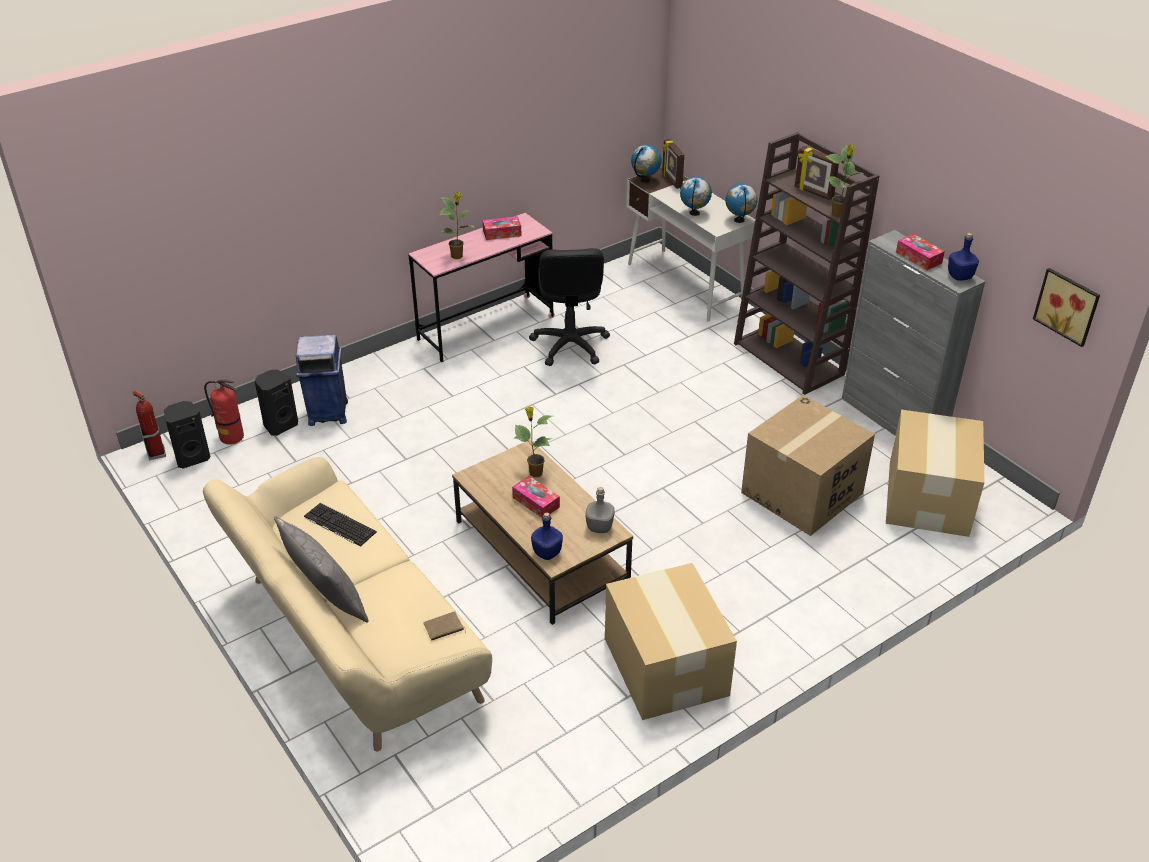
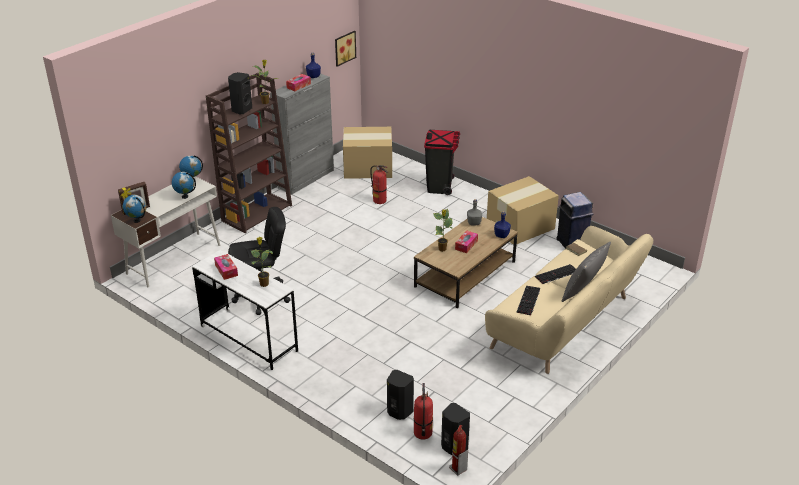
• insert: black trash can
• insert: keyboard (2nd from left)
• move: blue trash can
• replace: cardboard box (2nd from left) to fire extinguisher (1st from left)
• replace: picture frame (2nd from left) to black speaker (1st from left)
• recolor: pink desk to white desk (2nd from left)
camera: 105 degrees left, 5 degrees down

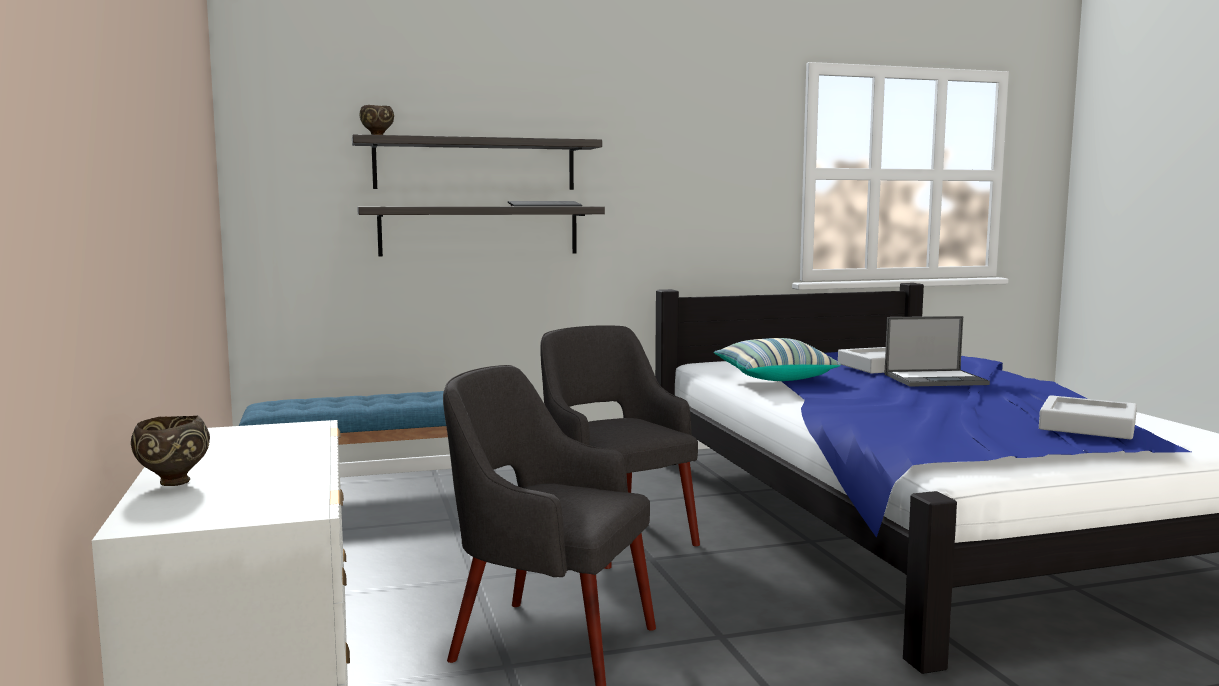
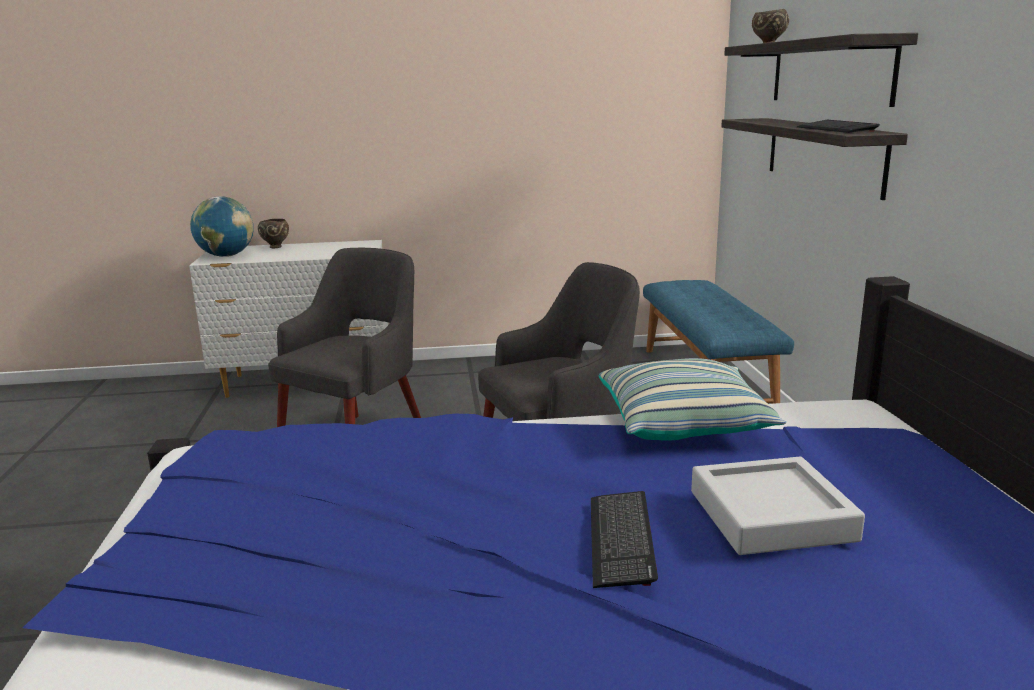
• delete: grey tray (2nd from left)
• insert: globe
• replace: laptop to keyboard (1st from left)
camera: 100 degrees right, 10 degrees up

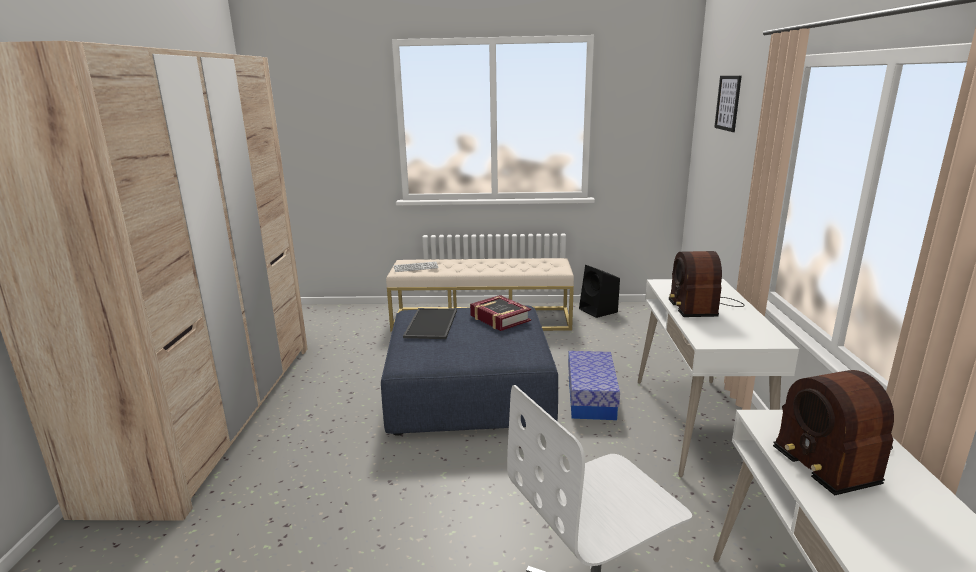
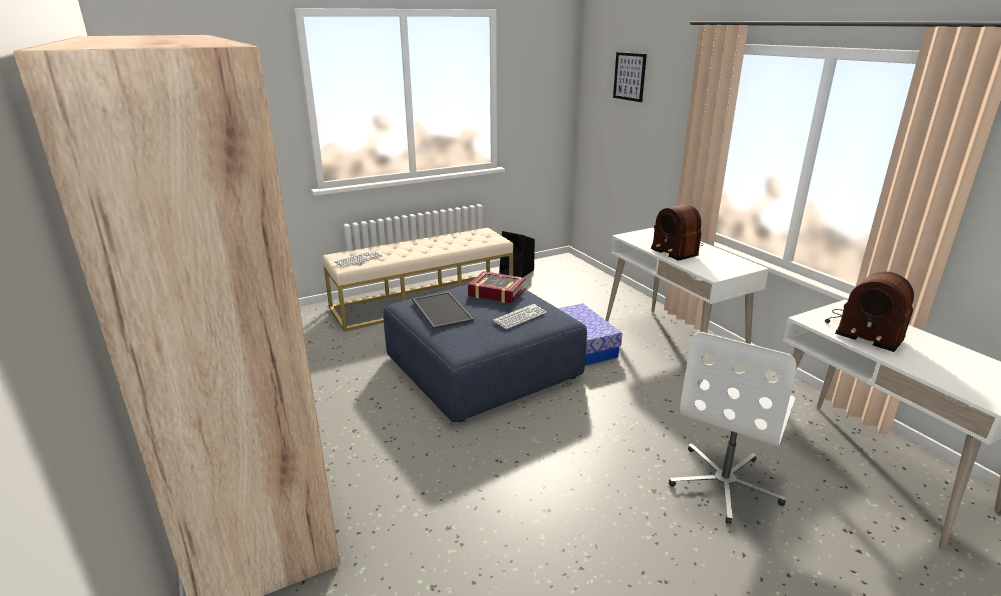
• insert: keyboard (2nd from left)
camera: 30 degrees left, 5 degrees up

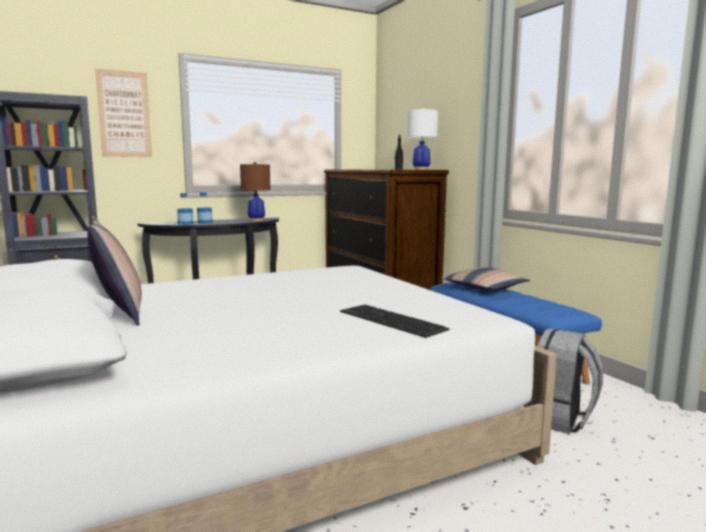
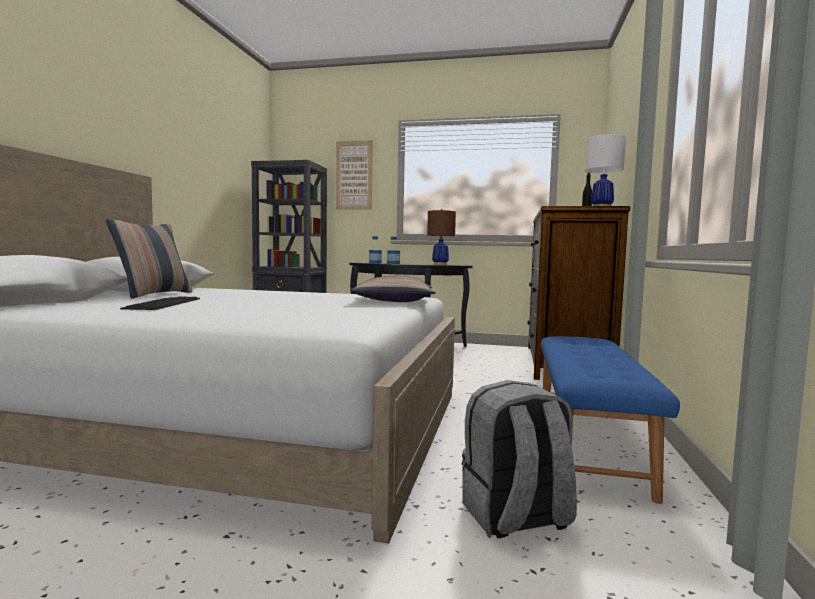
• move: keyboard
• move: pillow (2nd from left)
camera: 40 degrees right, 5 degrees down

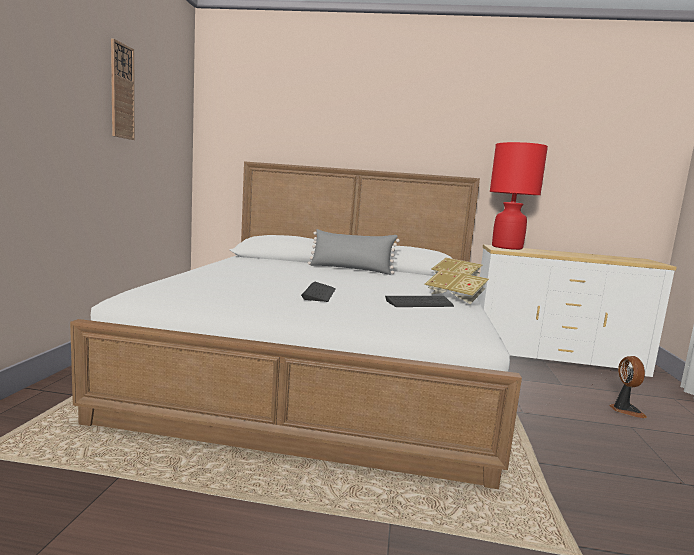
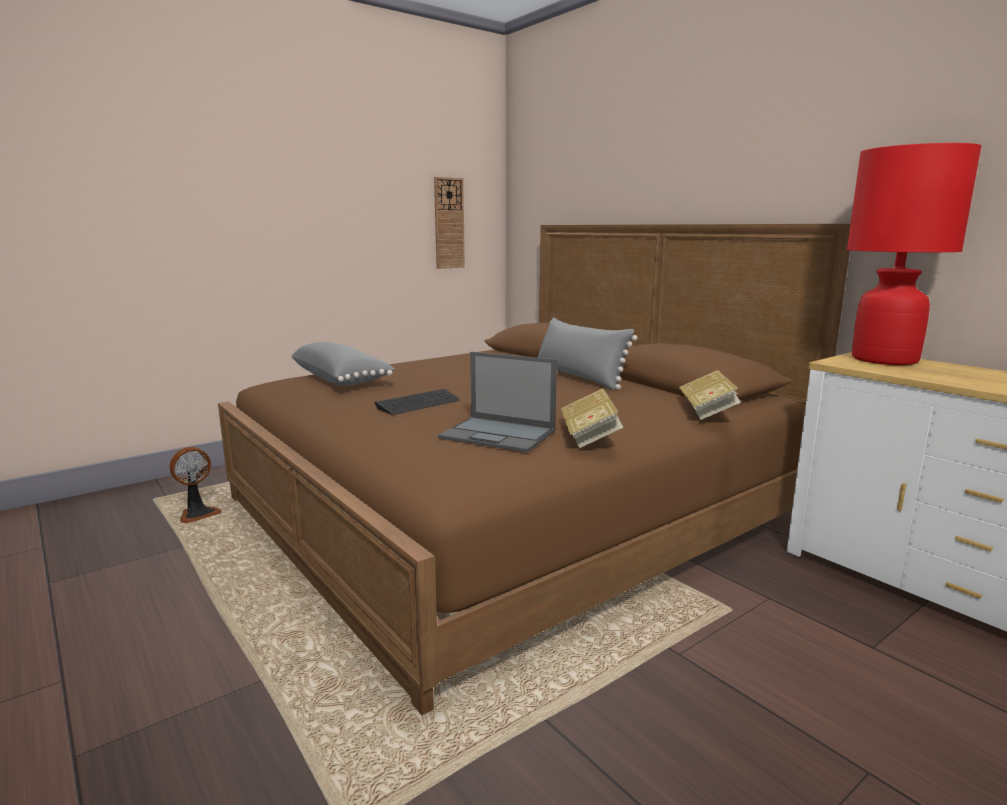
• insert: grey pillow (1st from left)
• move: wall clock
• move: fan
• replace: keyboard (2nd from left) to laptop
• recolor: white bed to brown bed
camera: 45 degrees right, 5 degrees up

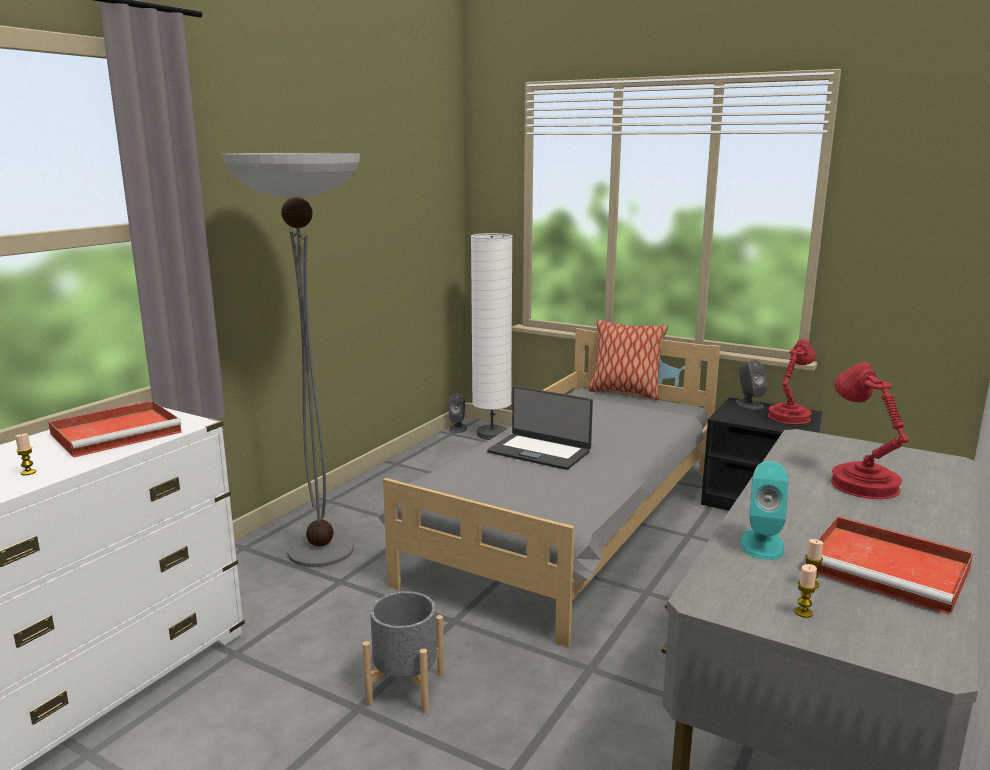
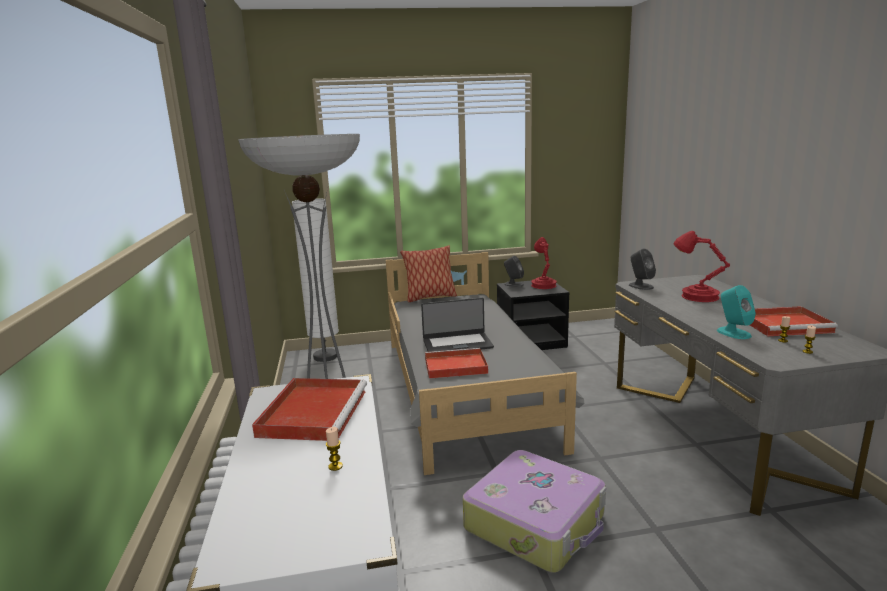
• insert: red tray (2nd from left)
• move: grey speaker (1st from left in the first image) to grey speaker (2nd from left)
• replace: grey planter to suitcase
camera: 40 degrees left, 0 degrees up

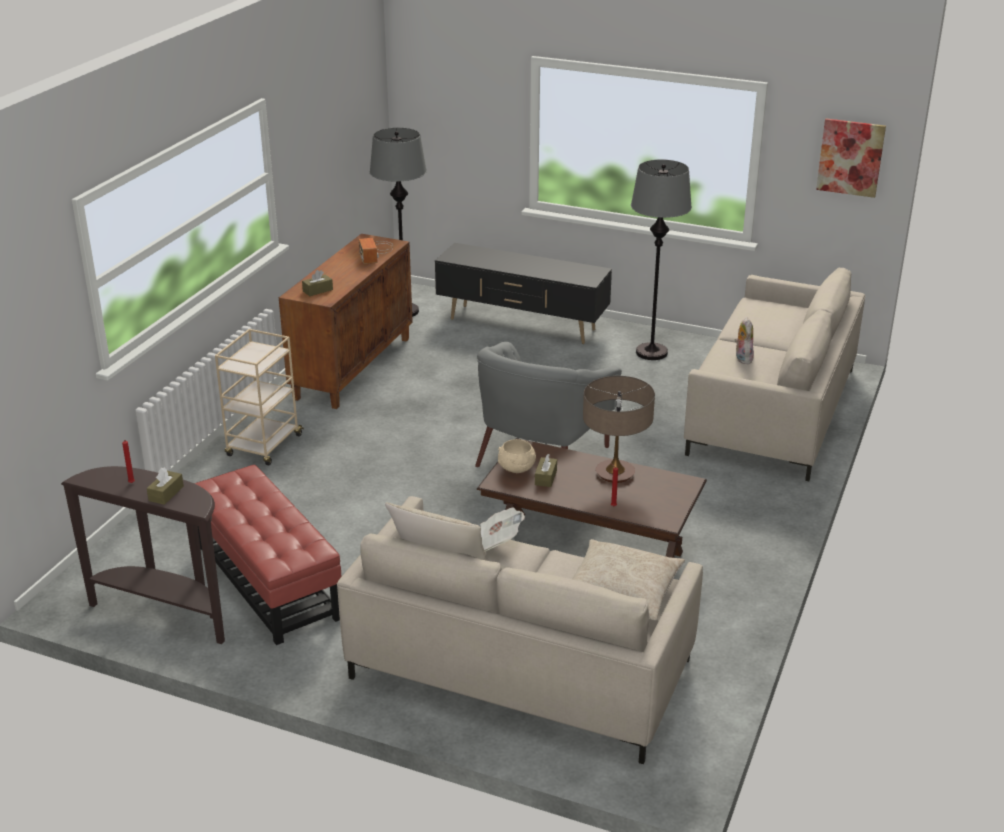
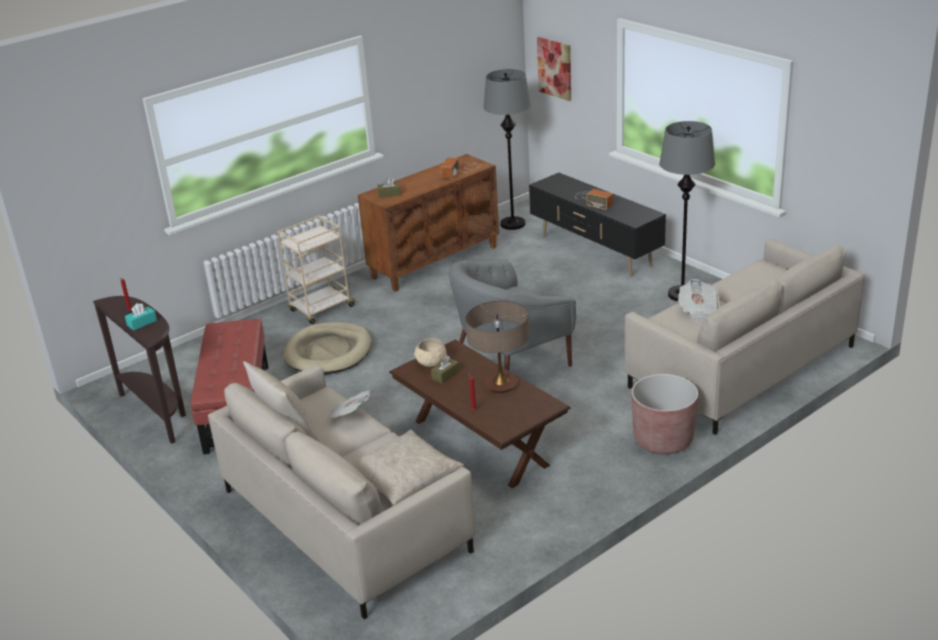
• insert: beige dog bed
• insert: radio (2nd from left)
• insert: brown planter
• move: picture
• replace: plush toy to newspaper (2nd from left)
• recolor: brown tissue box (1st from left) to turquoise tissue box
camera: 30 degrees right, 0 degrees up

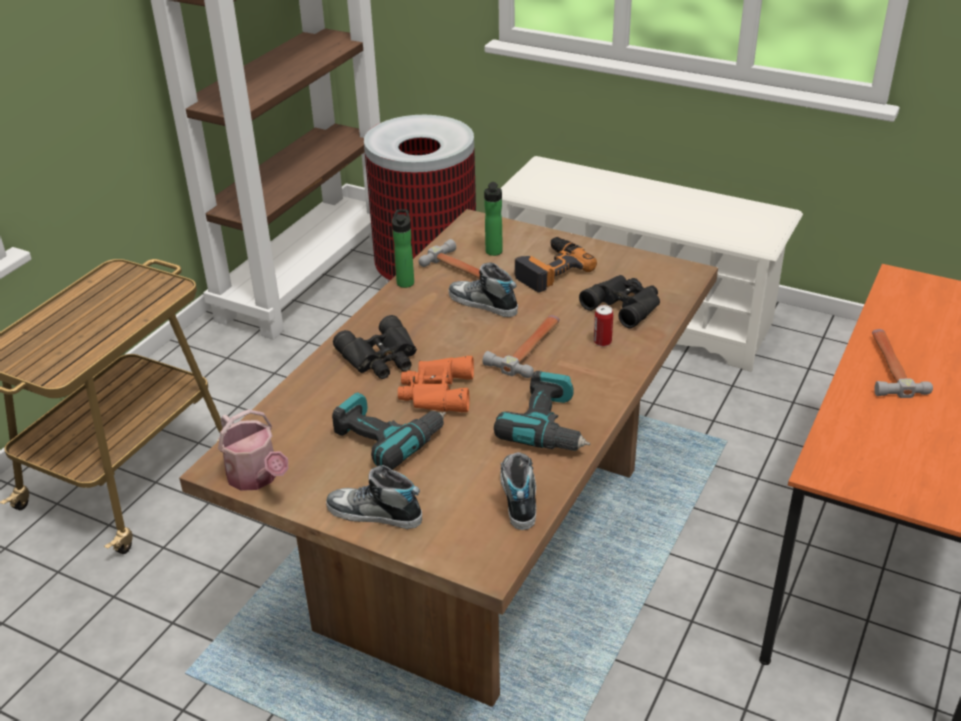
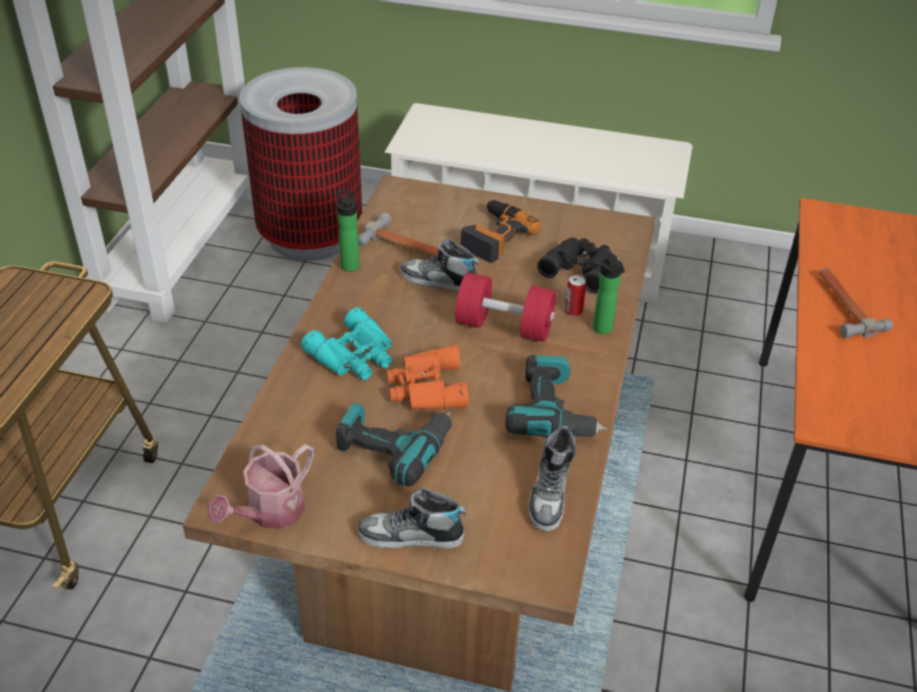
• move: bottle (2nd from left)
• replace: hammer (2nd from left) to red dumbbell
• recolor: black binoculars (1st from left) to turquoise binoculars
• rotate: watering can 90 degrees clockwise
• rotate: shoe (3rd from left) 150 degrees counterclockwise
camera: 15 degrees left, 5 degrees up

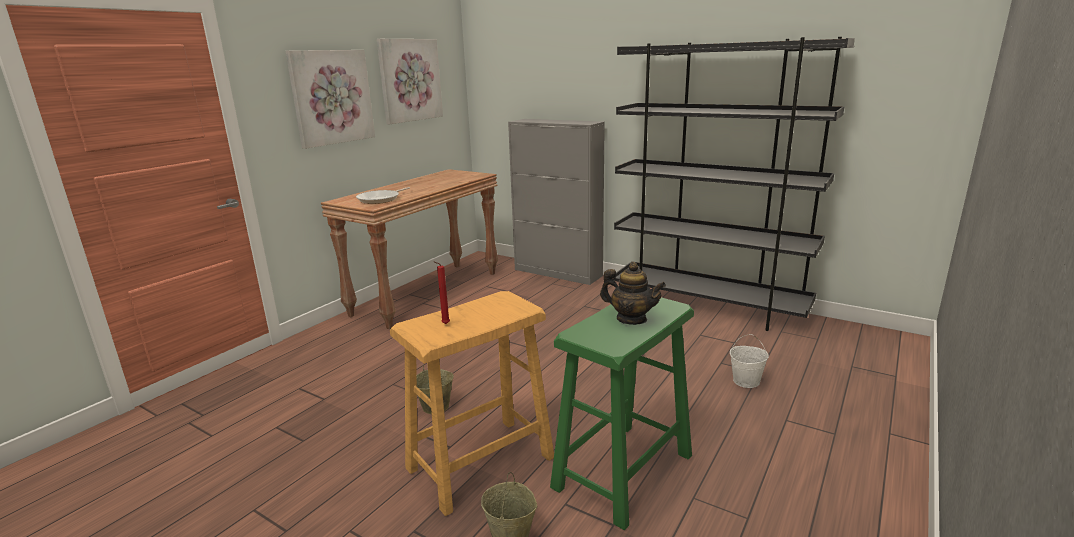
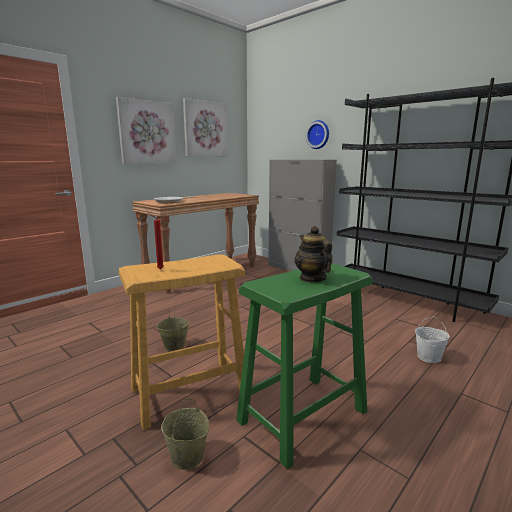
• insert: wall clock
• rotate: teapot 150 degrees counterclockwise
camera: 10 degrees right, 5 degrees down

